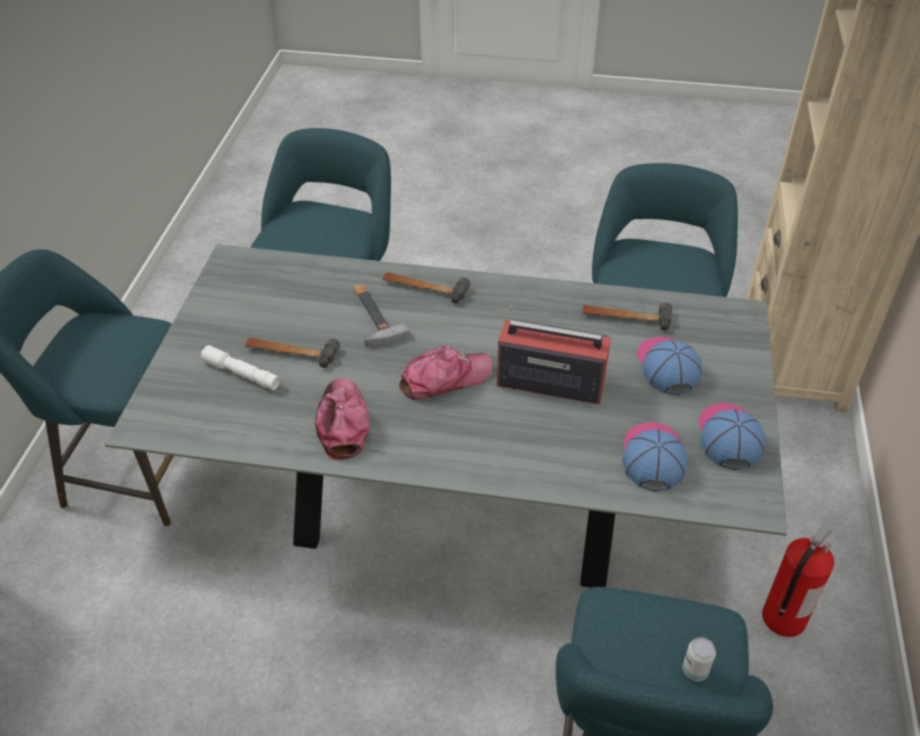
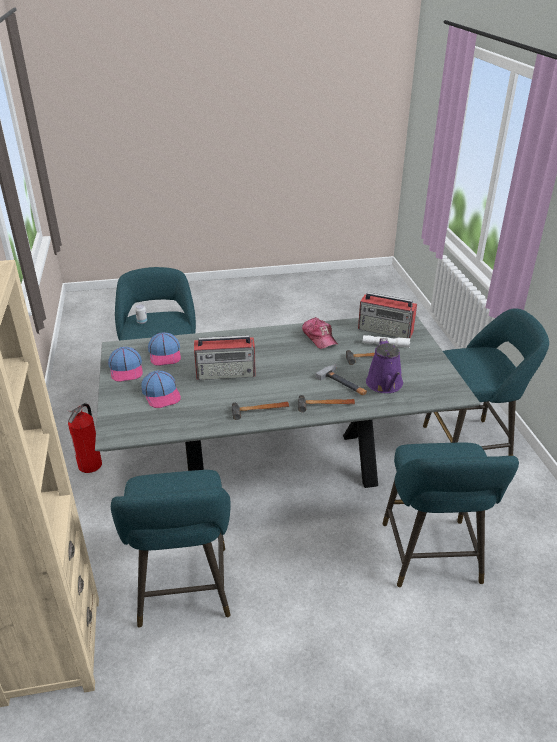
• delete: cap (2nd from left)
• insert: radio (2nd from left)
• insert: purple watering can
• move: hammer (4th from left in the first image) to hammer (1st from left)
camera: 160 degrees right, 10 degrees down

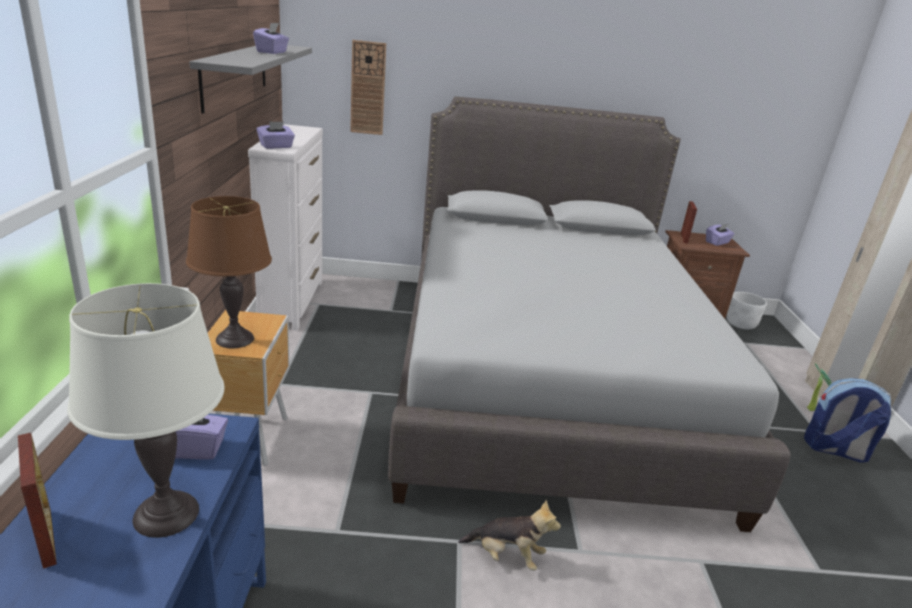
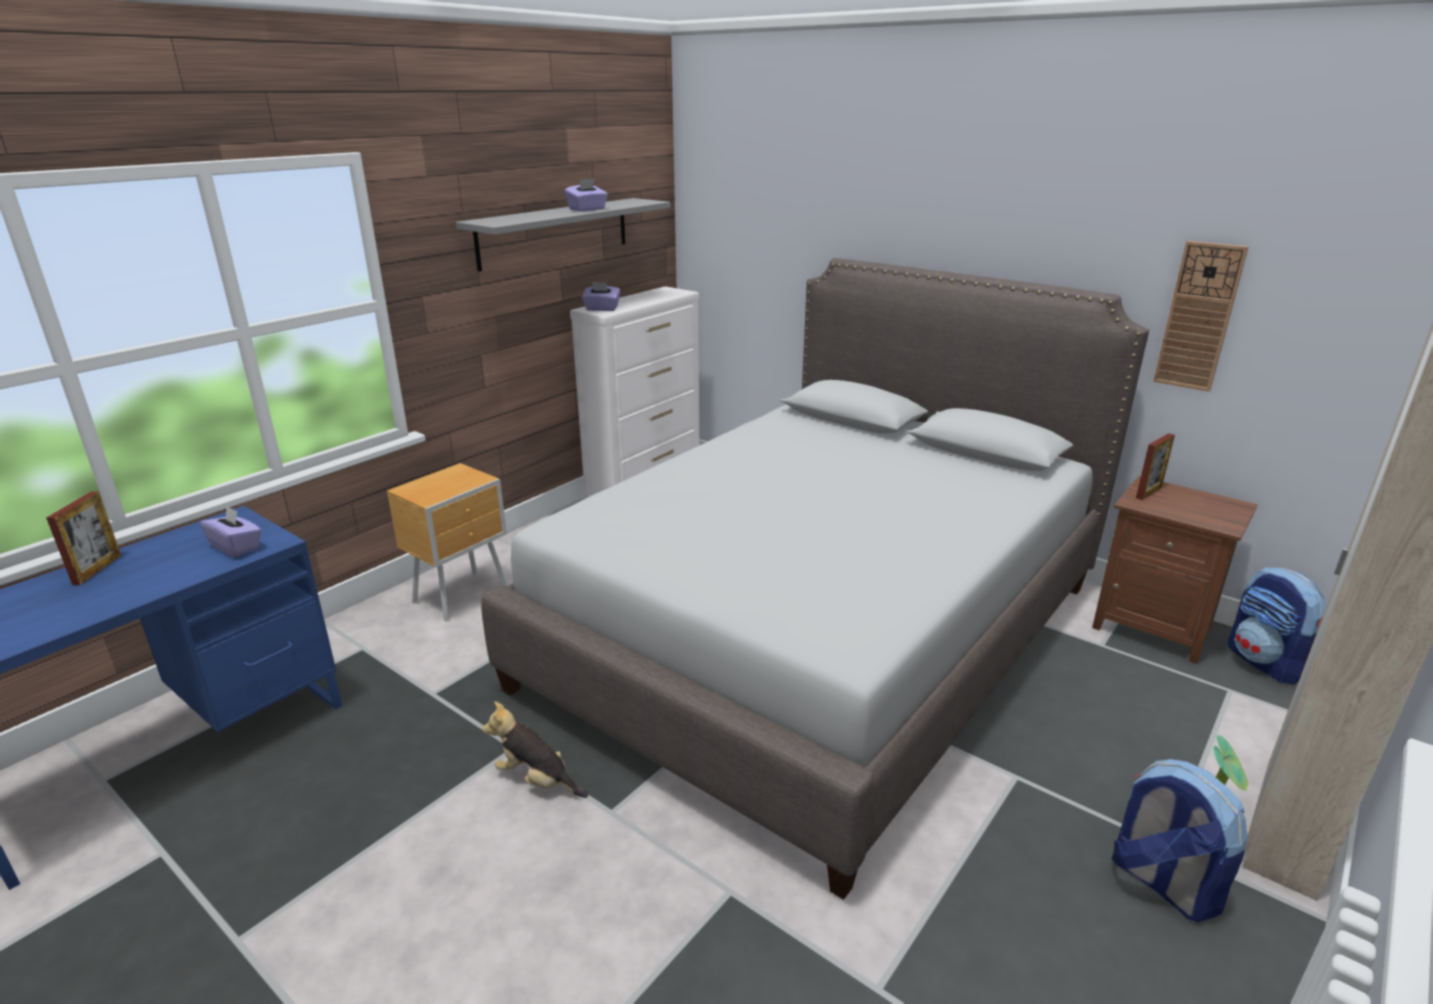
• delete: white table lamp
• delete: brown table lamp
• delete: purple tissue box (4th from left)
• move: wall clock
• replace: white planter to backpack (2nd from left)
• rotate: plush toy 150 degrees clockwise
camera: 40 degrees right, 0 degrees up

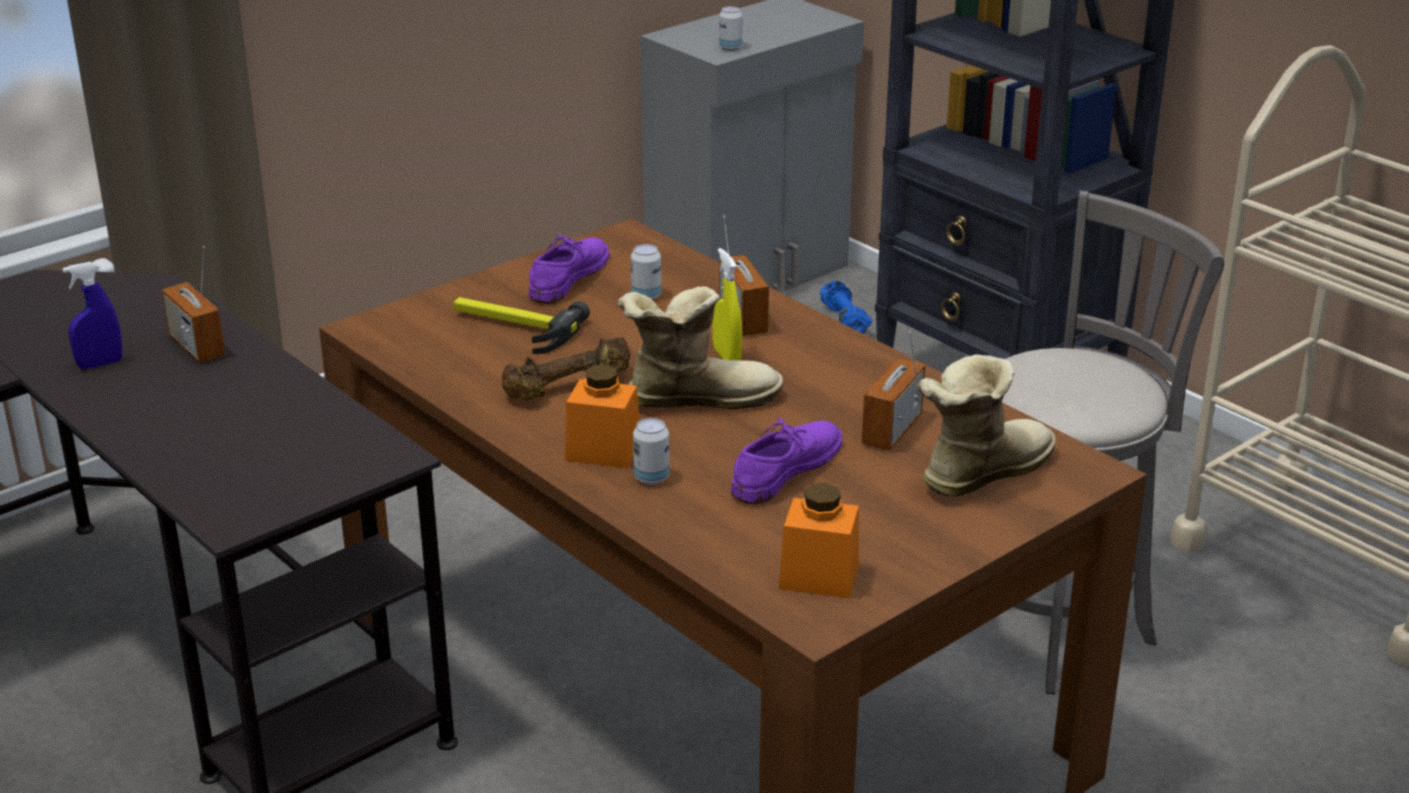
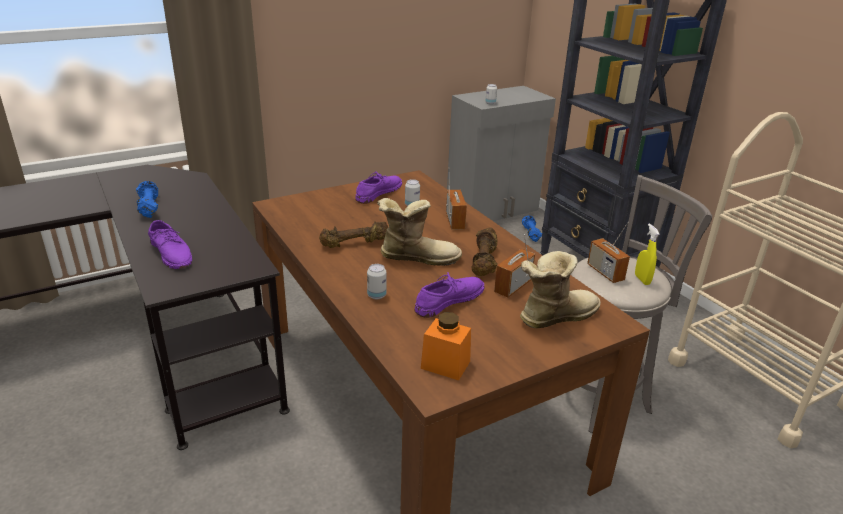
• delete: hammer
• delete: orange jar (1st from left)
• insert: purple shoe (1st from left)
• insert: brown dumbbell (2nd from left)
• move: radio (1st from left in the first image) to radio (3rd from left)
• move: yellow spray bottle
• replace: blue spray bottle to blue dumbbell (1st from left)
camera: 10 degrees right, 0 degrees up

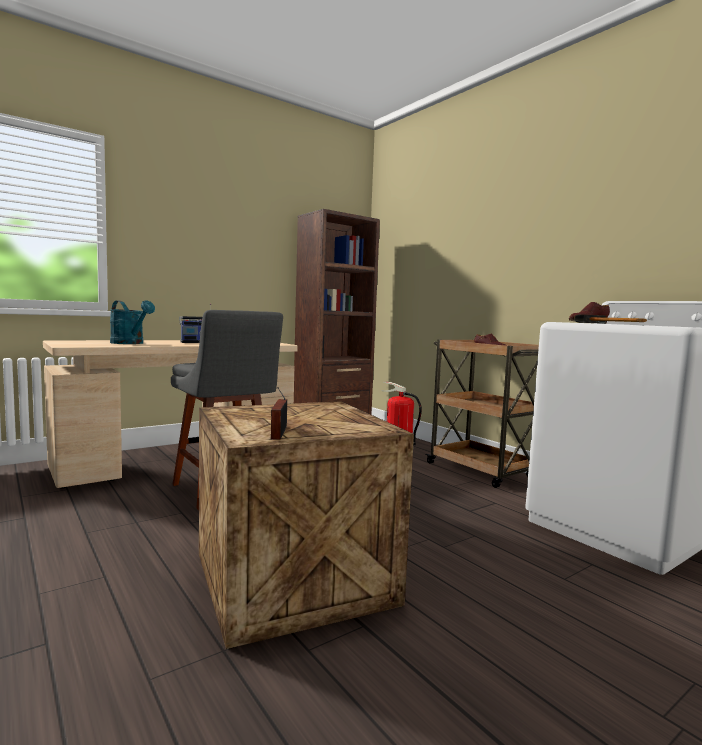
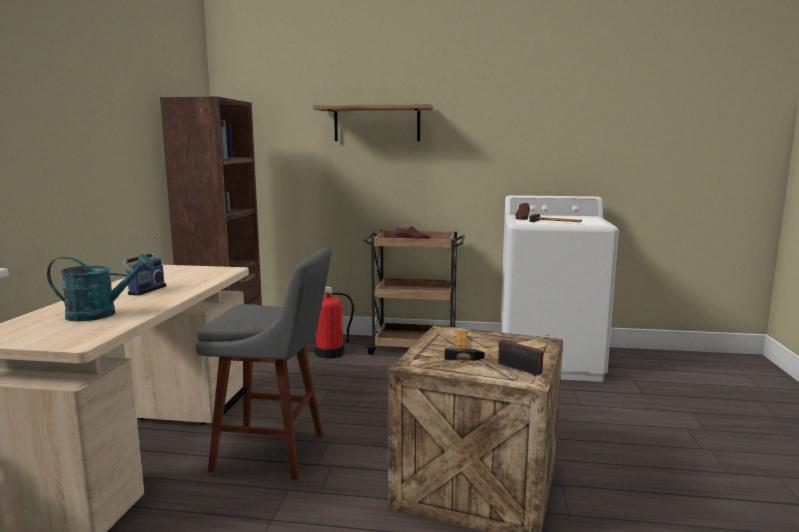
• insert: shelf
• insert: hammer (1st from left)
camera: 45 degrees left, 5 degrees up

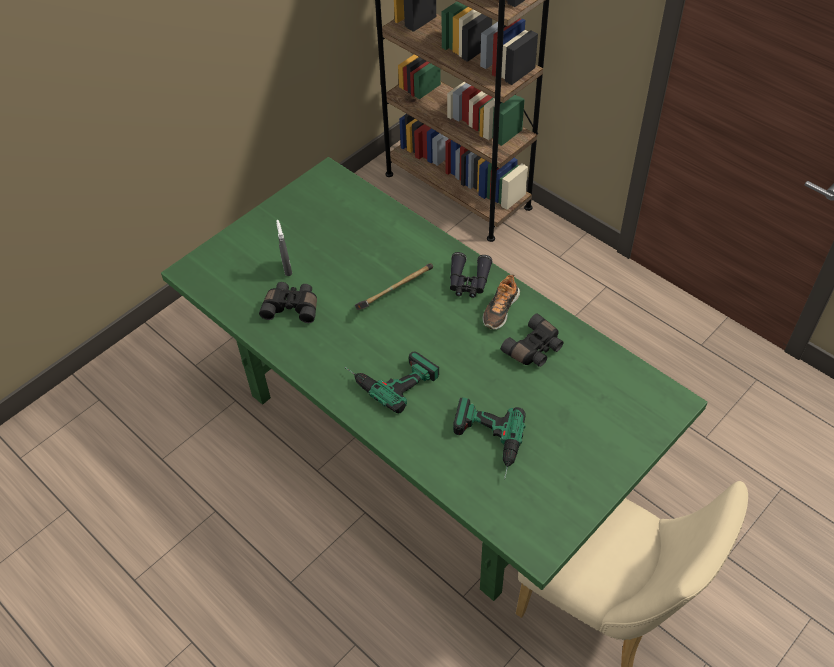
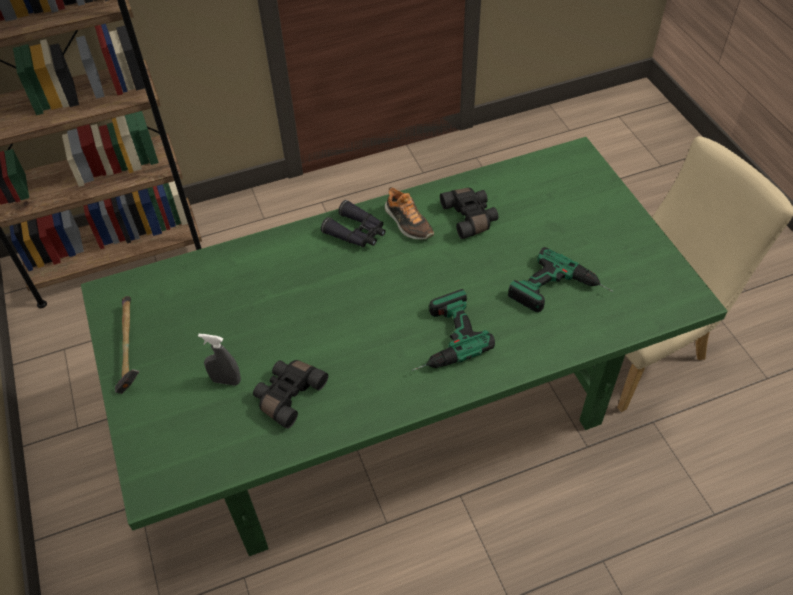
• move: hammer
camera: 65 degrees left, 0 degrees up

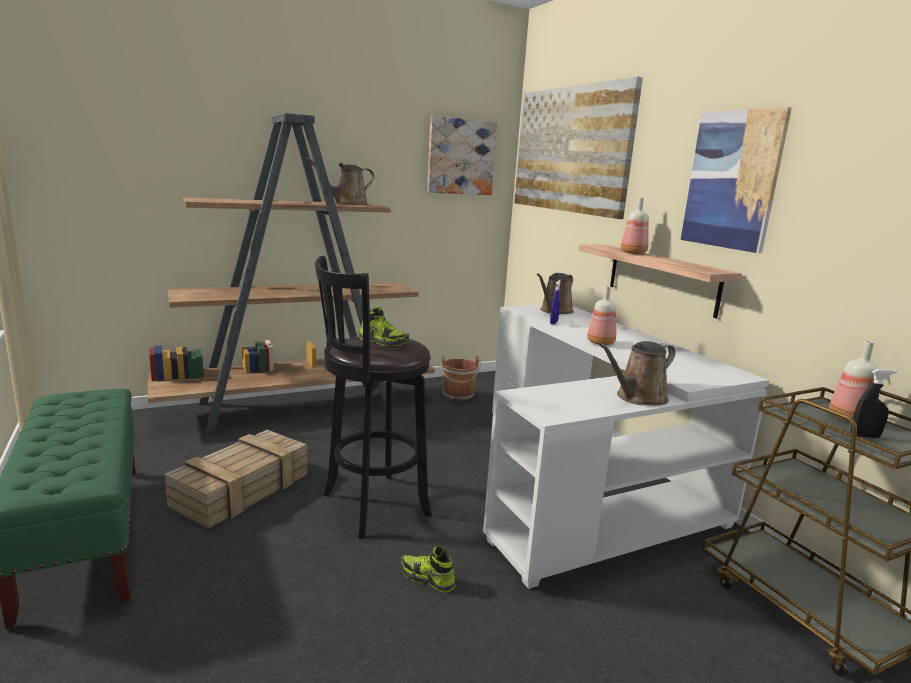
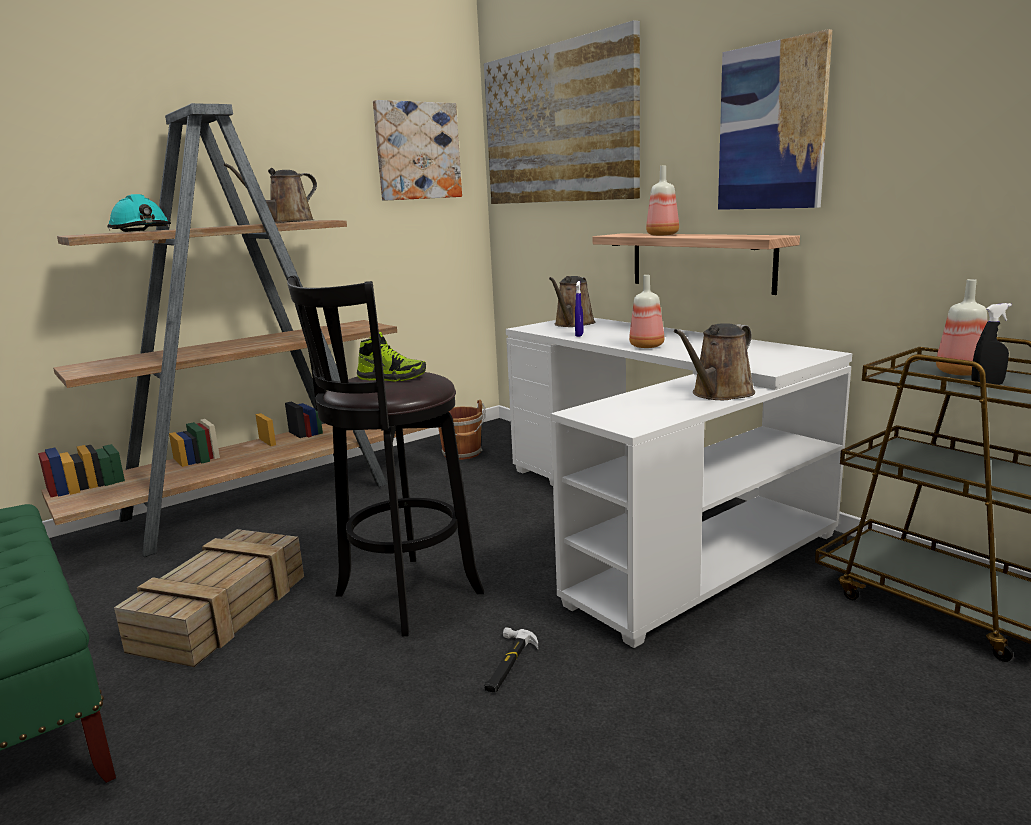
• insert: turquoise hard hat
• replace: shoe (2nd from left) to hammer
camera: 10 degrees left, 0 degrees up

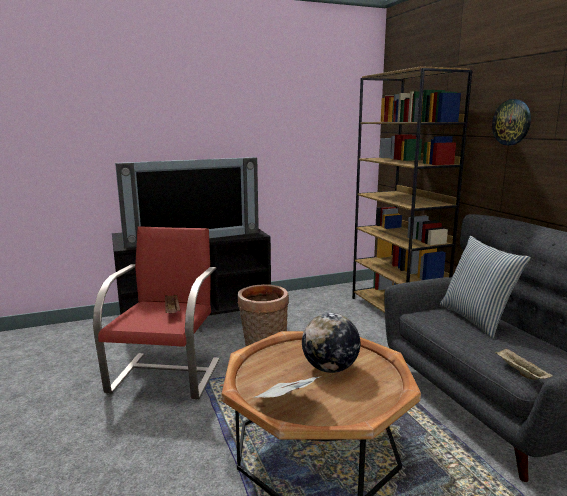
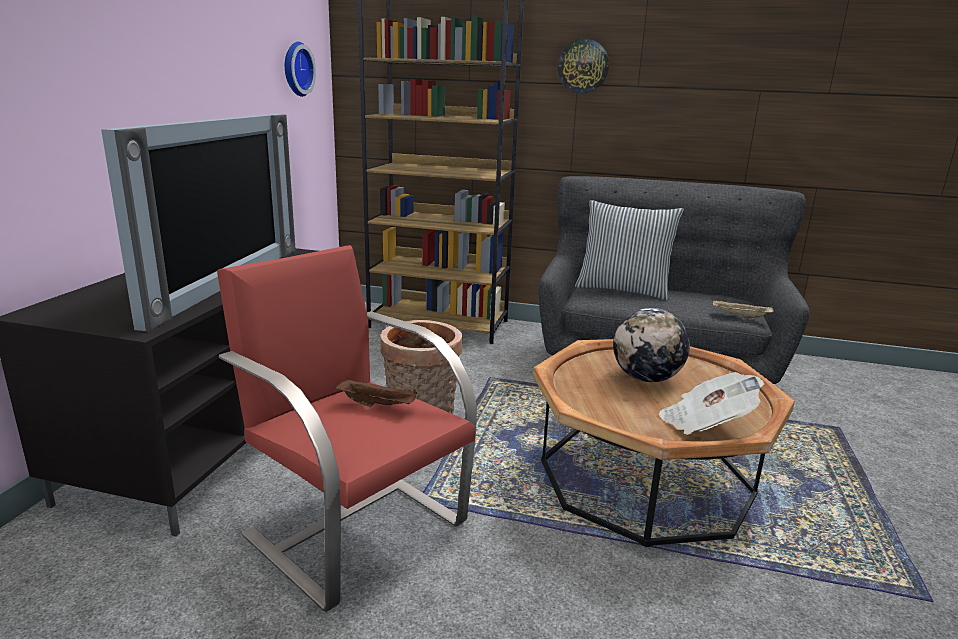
• insert: wall clock (1st from left)
camera: 55 degrees left, 5 degrees up

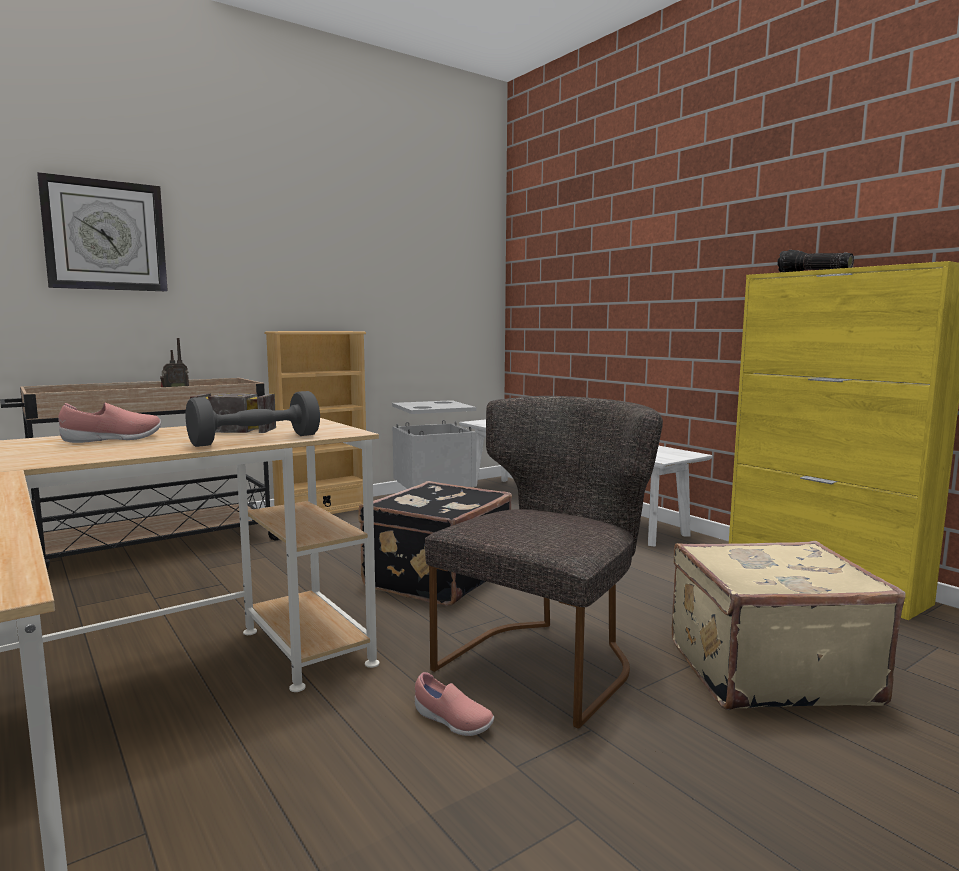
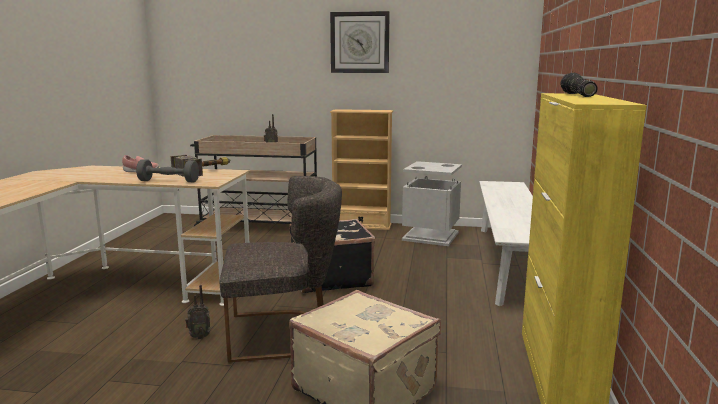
• move: wall clock
• replace: pink shoe (2nd from left) to radio (1st from left)
camera: 45 degrees right, 5 degrees up

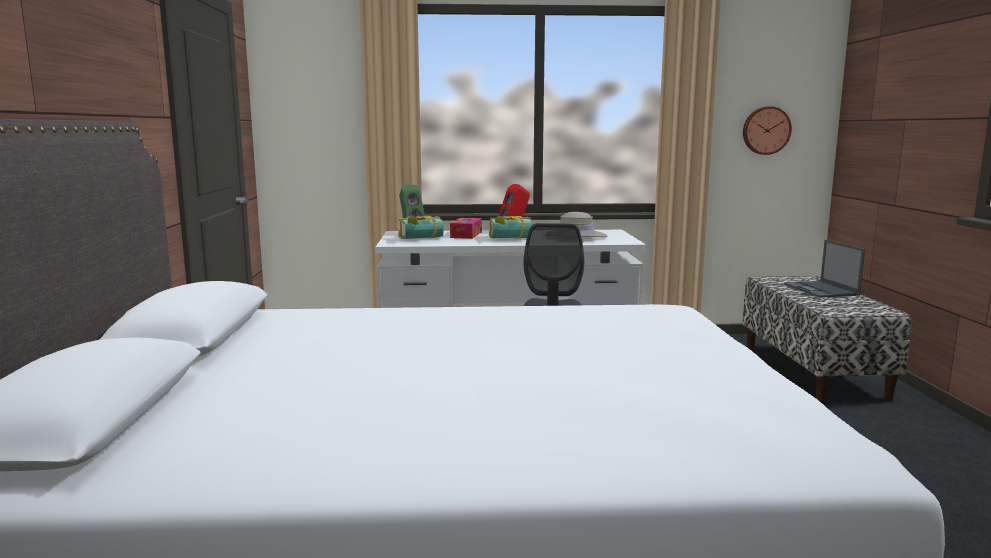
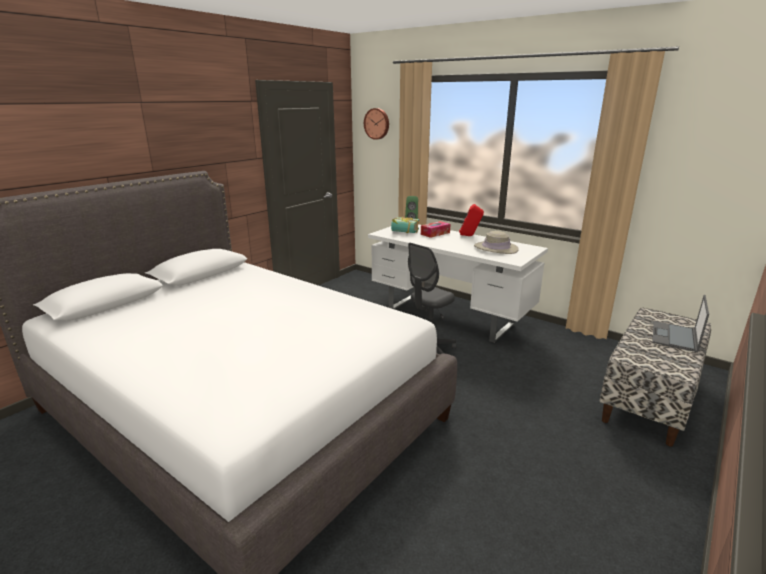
• delete: book (2nd from left)
• move: wall clock
camera: 40 degrees right, 10 degrees up

